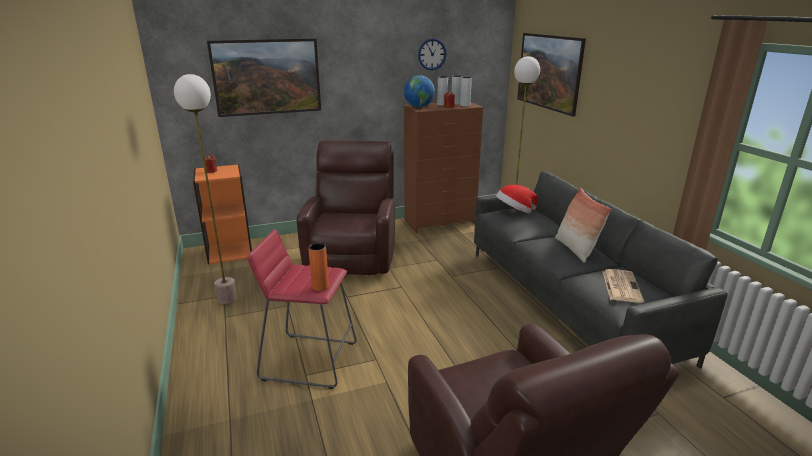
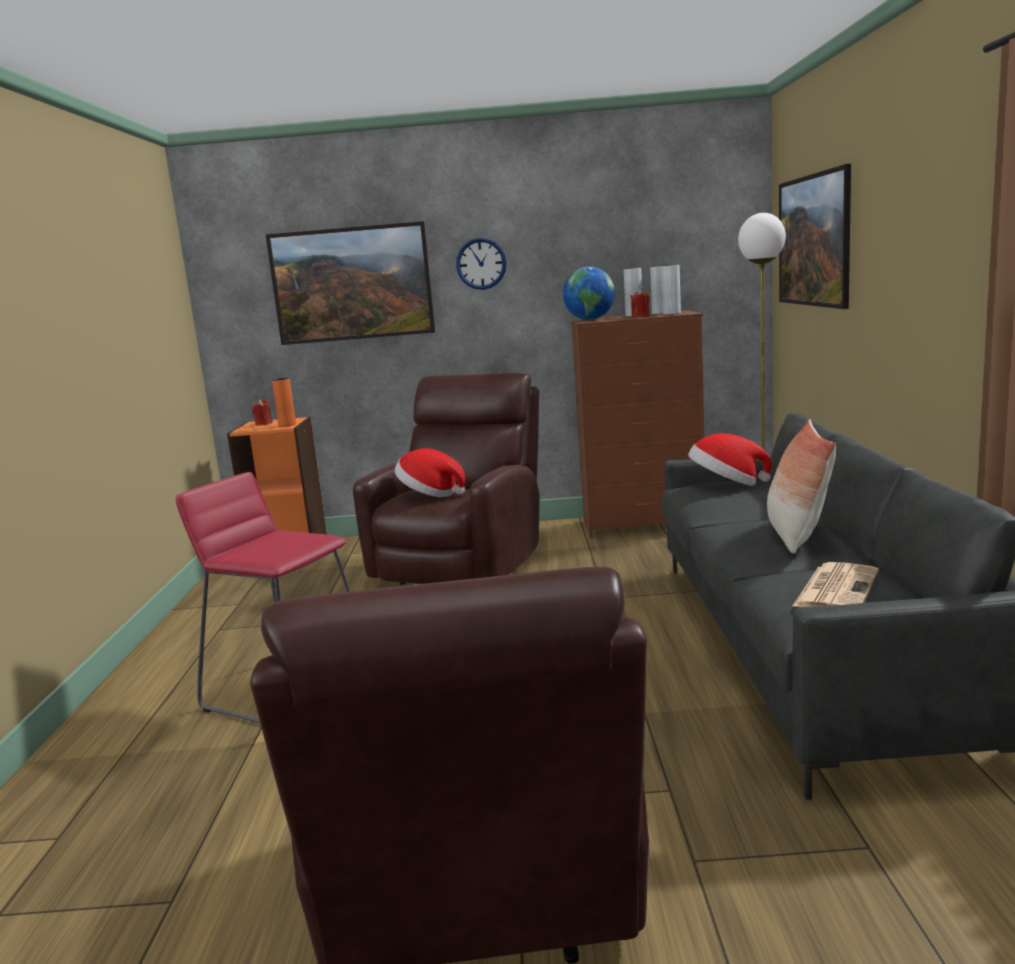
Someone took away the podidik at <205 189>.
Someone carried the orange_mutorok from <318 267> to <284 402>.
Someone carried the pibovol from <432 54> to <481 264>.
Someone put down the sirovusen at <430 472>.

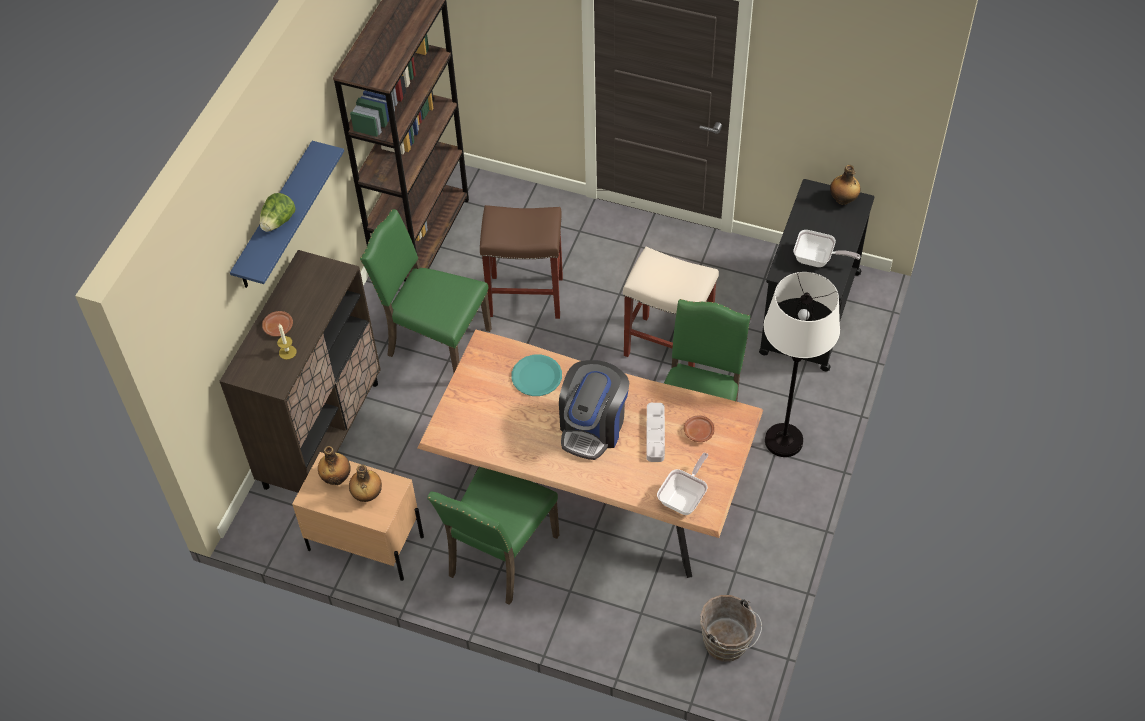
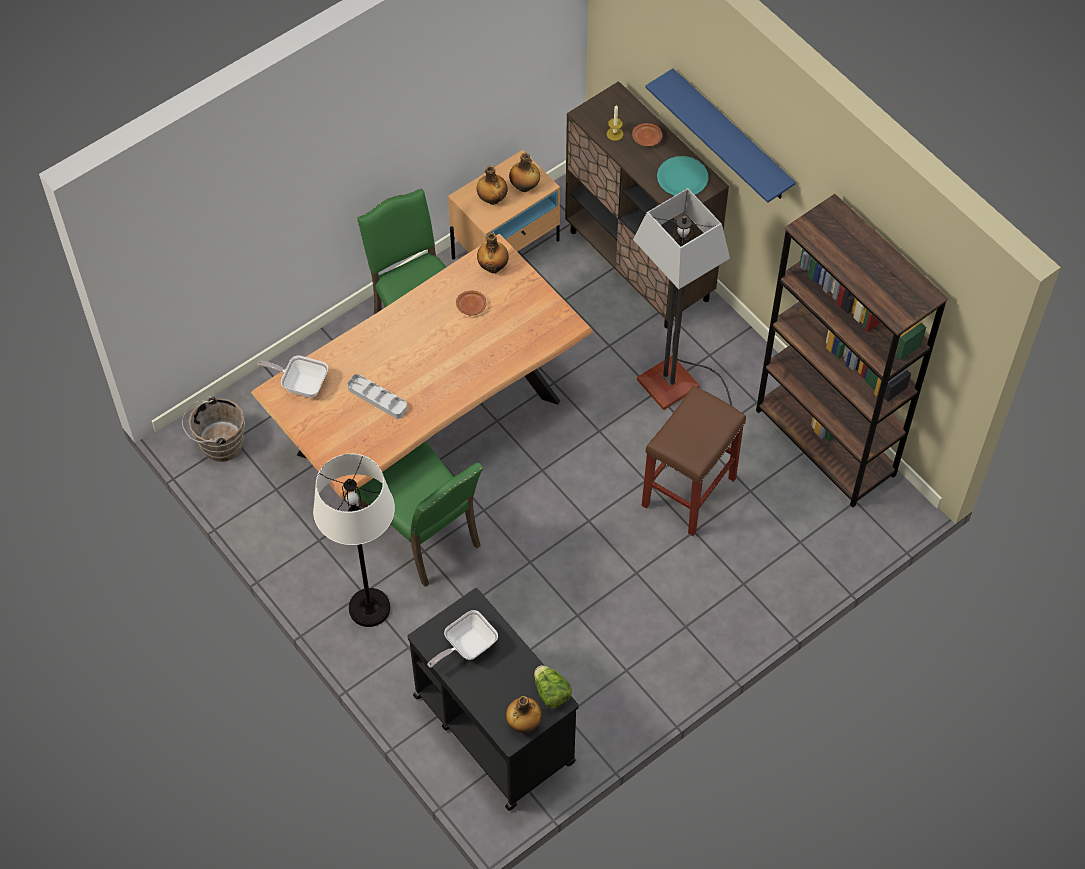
Someone carried the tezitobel from <278 212> to <553 686>.
Someone swapped the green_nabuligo at <426 290> for the podidik at <682 299>.
Someone carried the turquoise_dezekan from <536 375> to <682 176>.
Someone took away the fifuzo at <594 410>.
Someone took away the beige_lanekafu at <671 307>.
Someone rotated the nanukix at <682 484> by 135 degrees clockwise.
Someone carried the brown_dezekan from <699 428> to <471 302>.
Someone put down the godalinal at <493 253>.

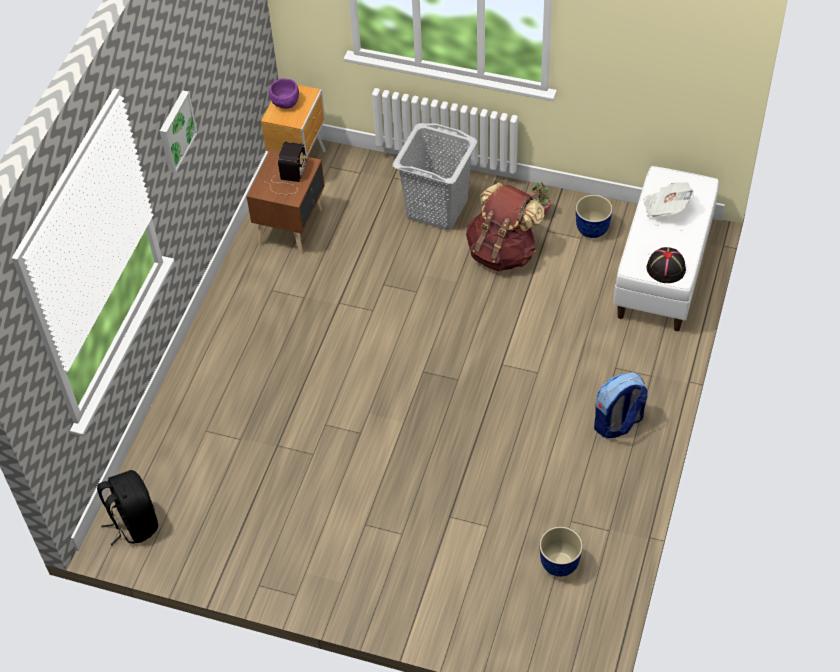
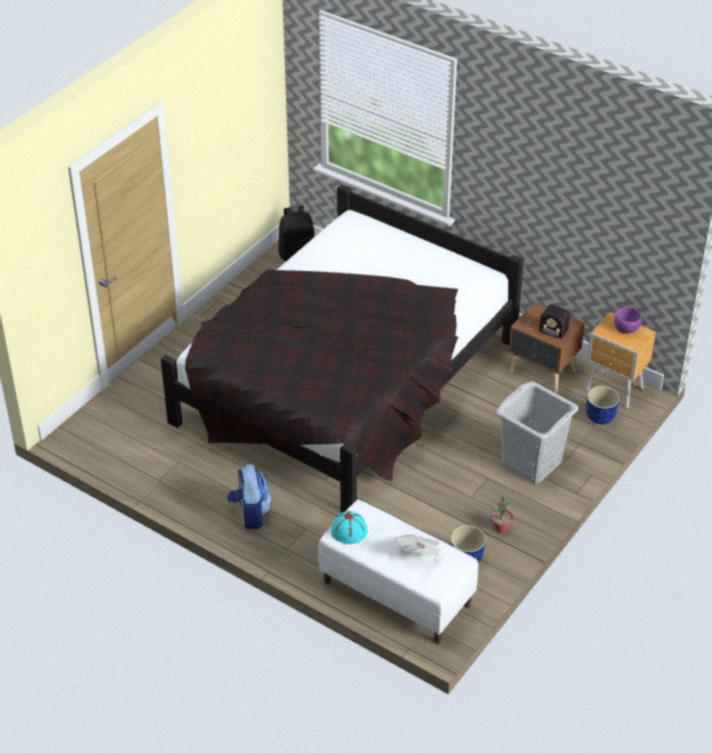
Someone took away the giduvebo at <179 131>.
Someone took away the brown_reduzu at <505 226>.
Someone carried the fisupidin from <561 551> to <603 405>.
Someone repainted the black_sirovusen at <666 265>, which became the turquoise_sirovusen at <349 527>.
Someone put down the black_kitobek at <342 348>.

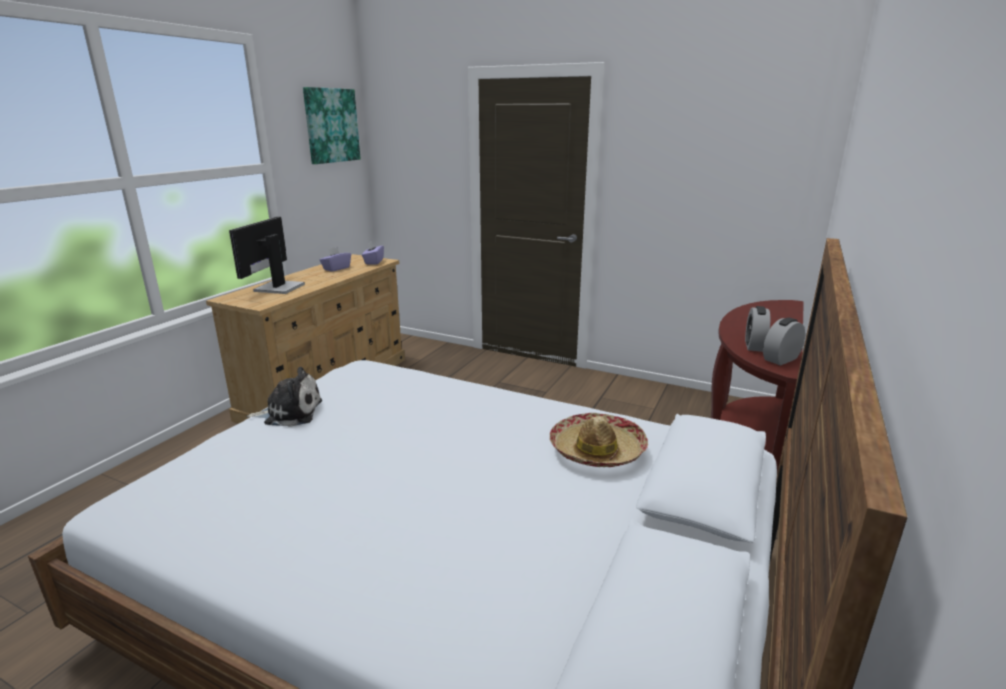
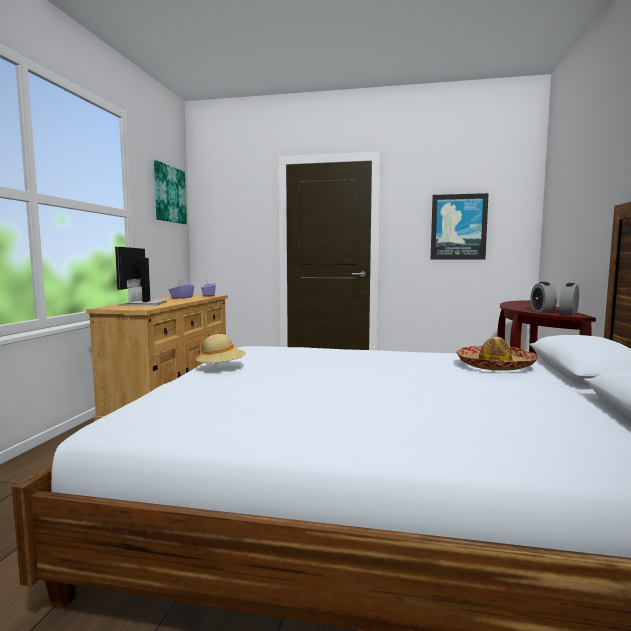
Someone swapped the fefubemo at <284 397> for the beige_sirovusen at <220 350>.
Someone put up the giduvebo at <460 226>.

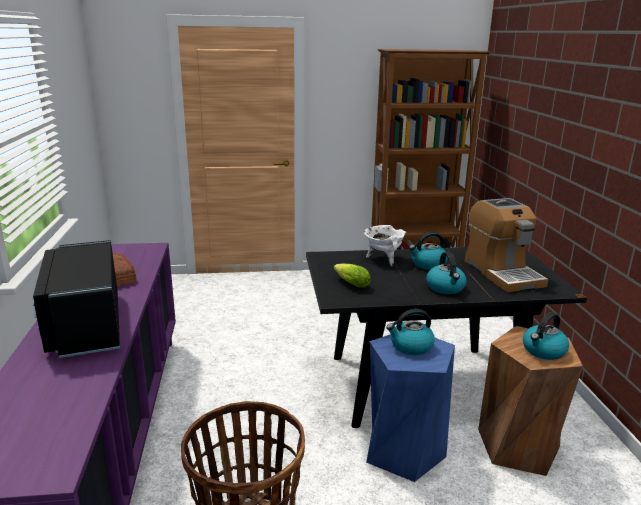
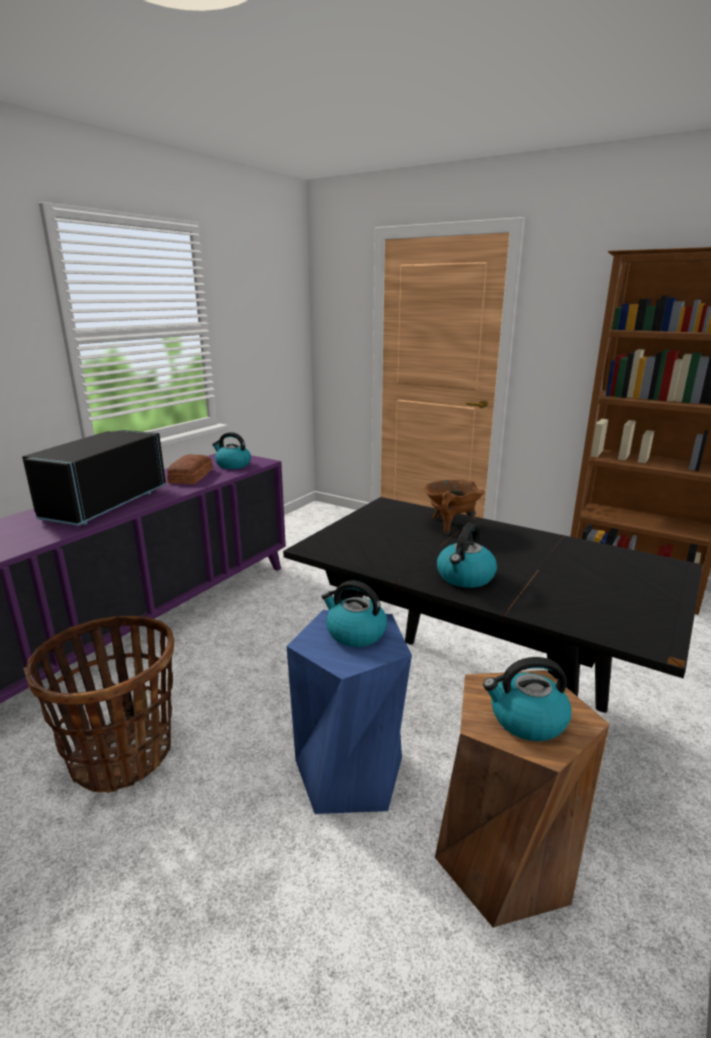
Someone took away the tezitobel at <352 275>.
Someone repainted the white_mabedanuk at <384 245>, which became the brown_mabedanuk at <454 507>.
Someone carried the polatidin from <428 251> to <231 450>.
Someone took away the fifuzo at <506 245>.

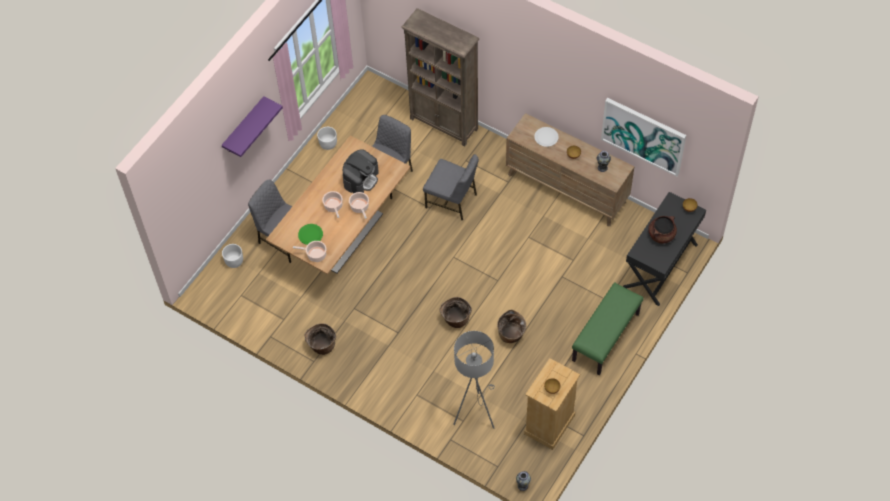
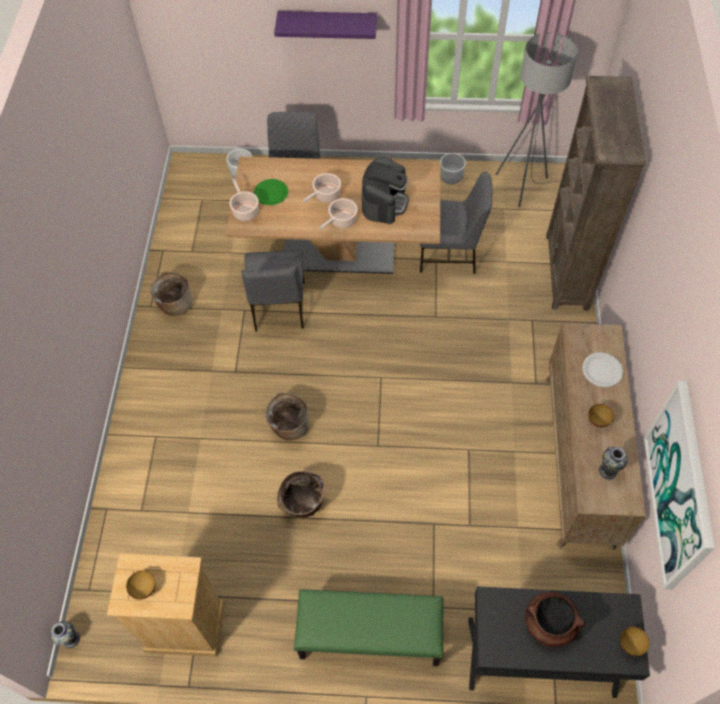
Someone rotated the fifuzo at <361 171> by 75 degrees counterclockwise.
Someone carried the grey_nabuligo from <451 187> to <272 291>.
Someone carried the grey_podidik from <474 380> to <537 119>.

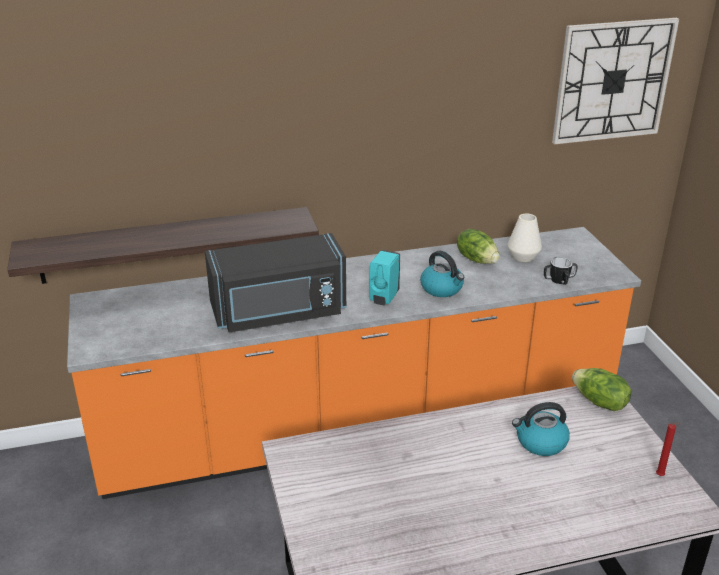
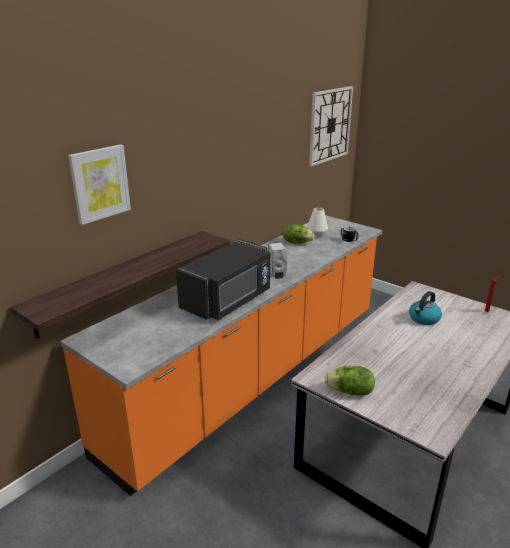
Someone repainted the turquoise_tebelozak at <384 278>, which became the white_tebelozak at <277 260>.
Someone took away the polatidin at <442 274>.
Someone carried the tezitobel from <601 389> to <349 381>.
Someone put up the giduvebo at <99 184>.

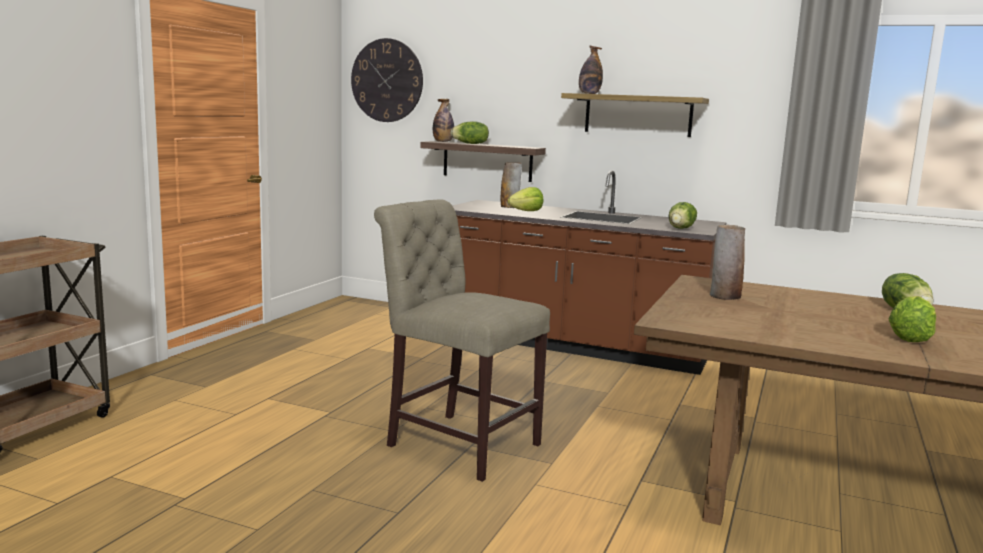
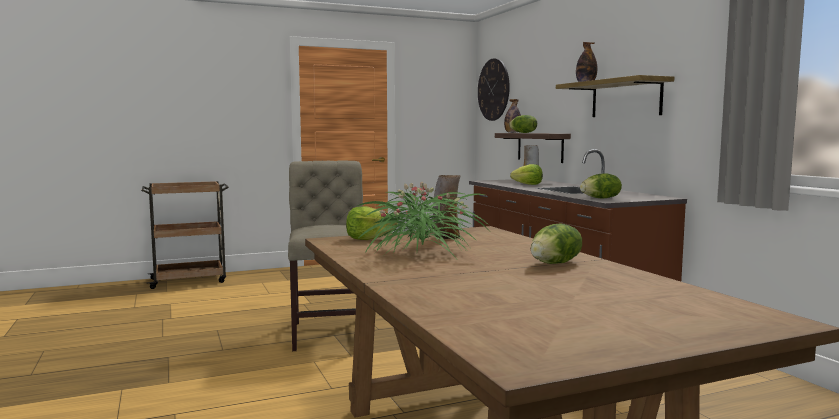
Someone carried the tezitobel from <912 319> to <372 223>.
Someone put down the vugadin at <423 220>.

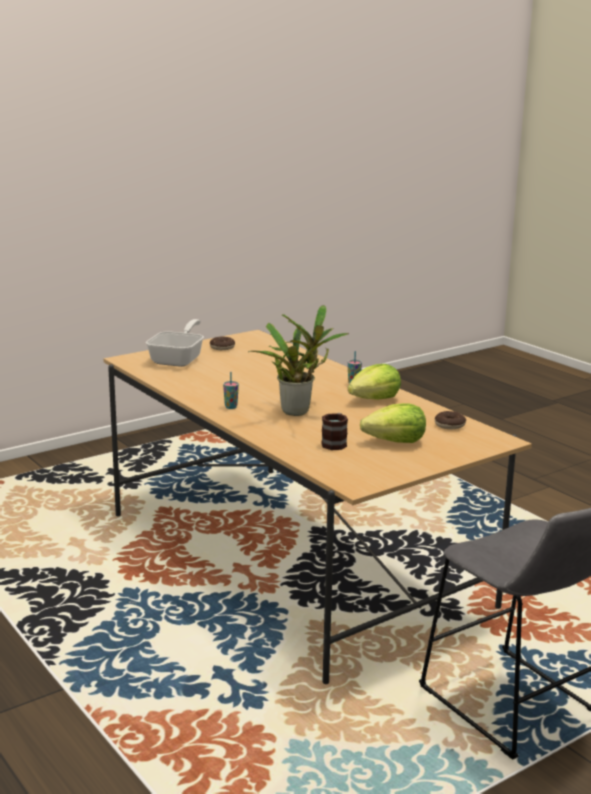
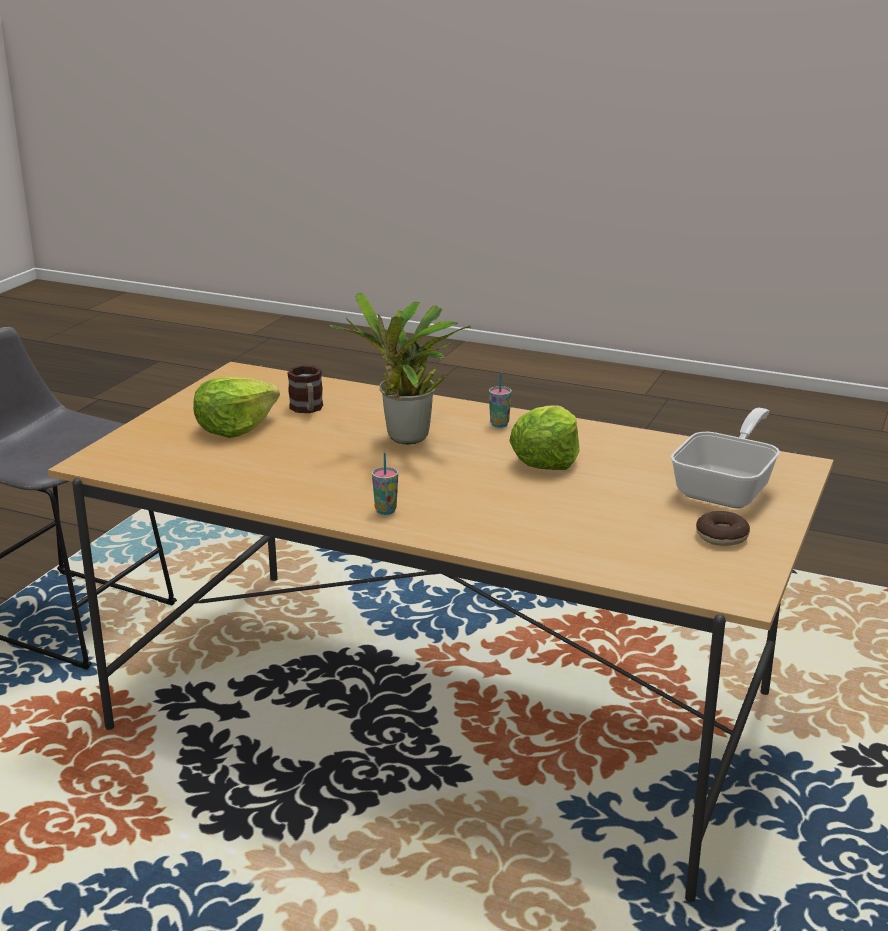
Someone rotated the nanukix at <175 343> by 135 degrees counterclockwise.
Someone carried the tezitobel from <374 382> to <544 437>.
Someone took away the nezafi at <450 420>.

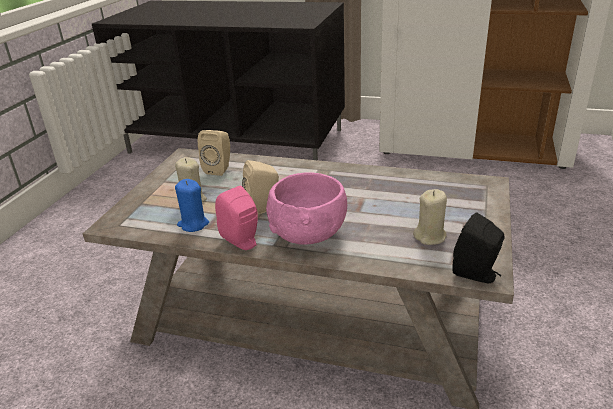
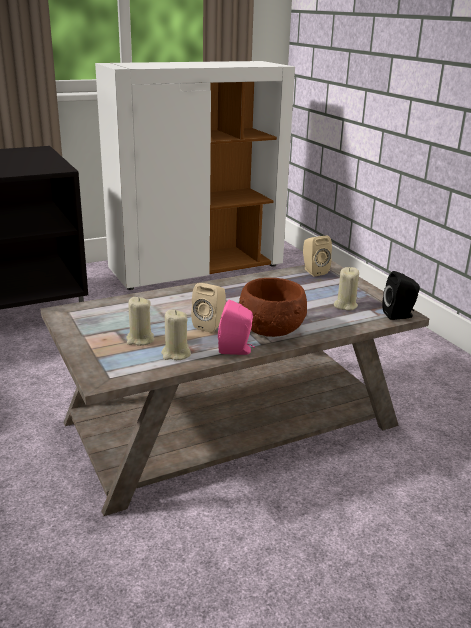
Someone repainted the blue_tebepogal at <192 205>, which became the beige_tebepogal at <176 335>.
Someone carried the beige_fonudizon from <214 153> to <317 256>.
Someone repainted the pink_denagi at <306 209>, which became the brown_denagi at <273 307>.

